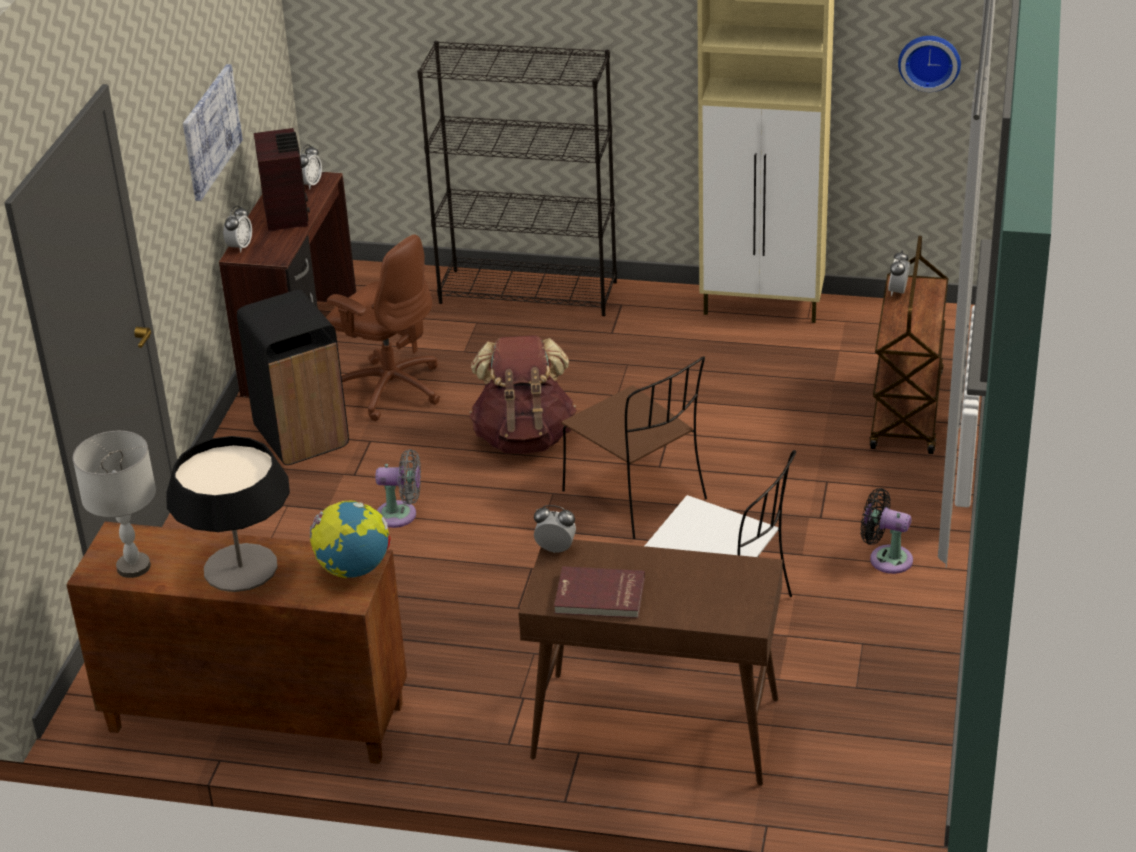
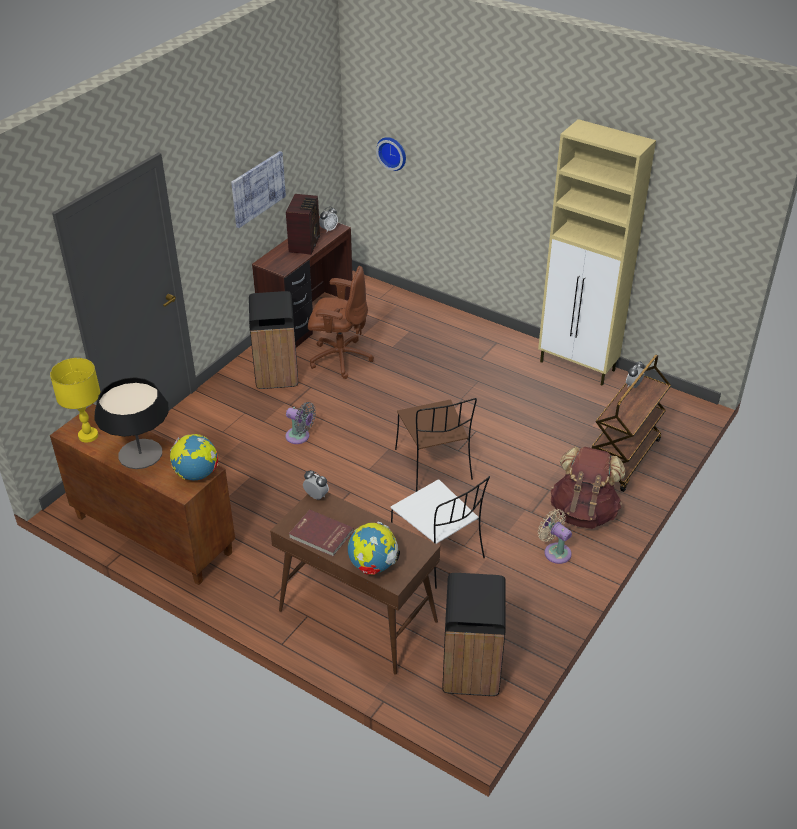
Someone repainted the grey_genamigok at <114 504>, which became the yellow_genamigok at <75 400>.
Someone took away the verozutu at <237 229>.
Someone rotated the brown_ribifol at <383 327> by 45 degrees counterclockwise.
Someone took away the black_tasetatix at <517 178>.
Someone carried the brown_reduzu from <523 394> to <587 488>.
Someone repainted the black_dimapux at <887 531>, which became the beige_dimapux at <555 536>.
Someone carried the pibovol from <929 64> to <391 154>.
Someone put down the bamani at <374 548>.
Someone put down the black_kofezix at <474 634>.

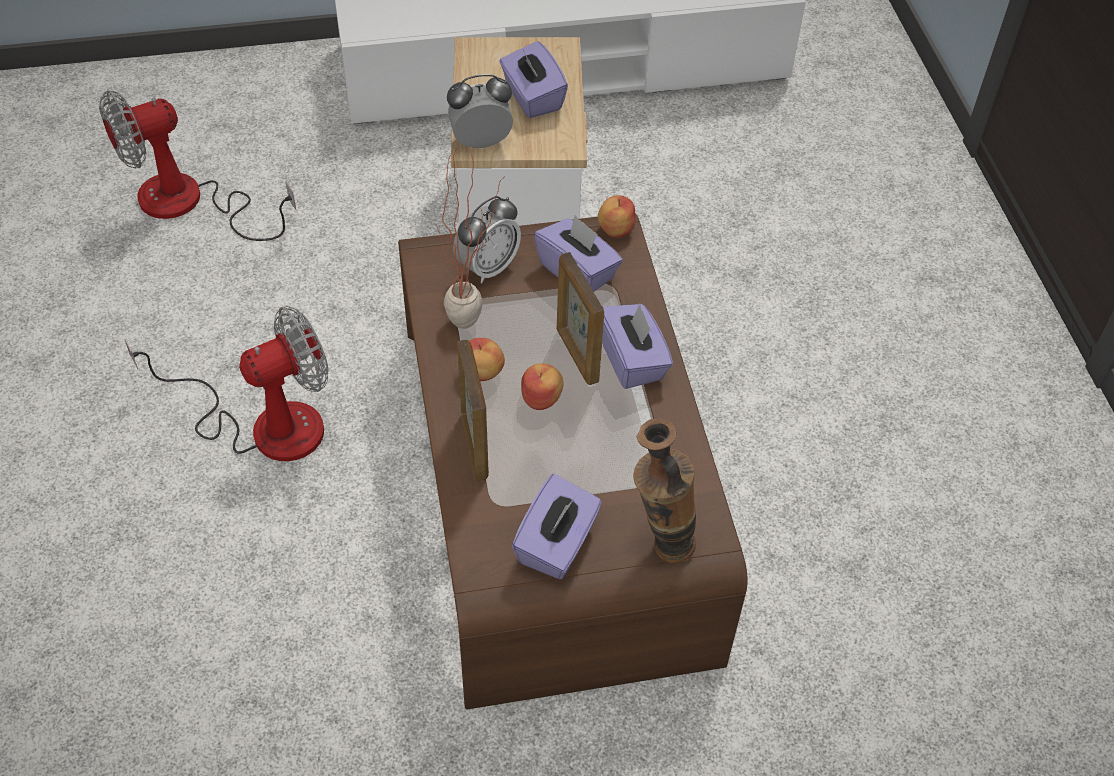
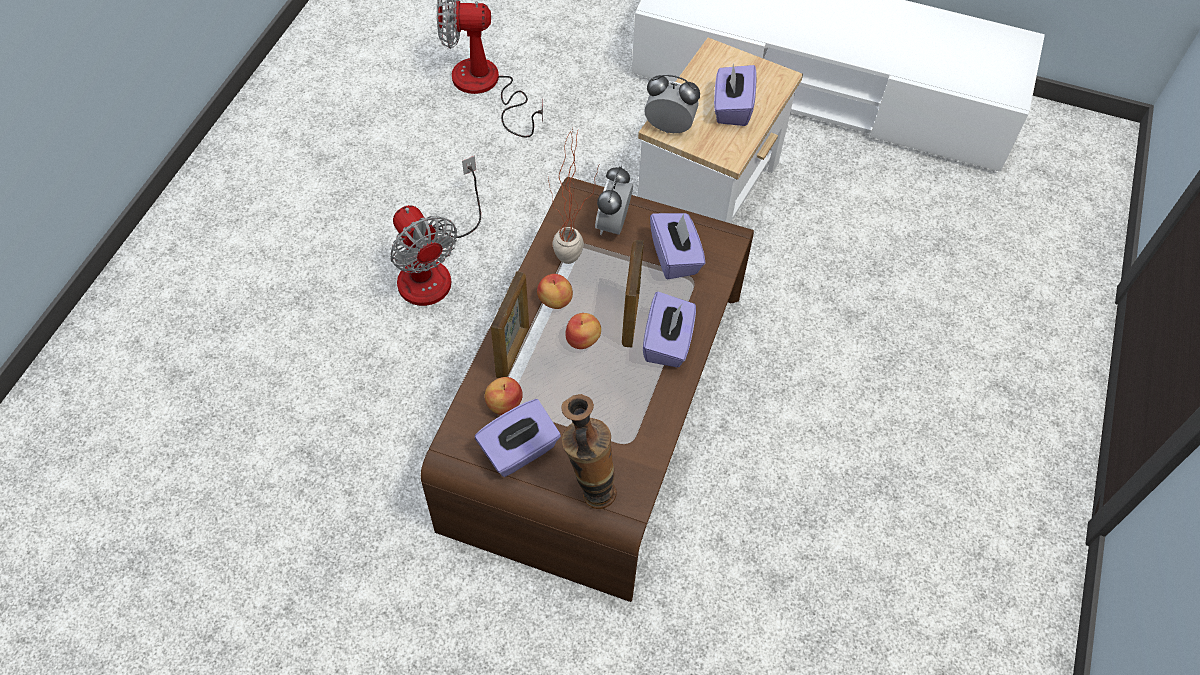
Someone rotated the dimapux at <226 383> by 60 degrees clockwise.
Someone rotated the verozutu at <487 239> by 120 degrees clockwise.
Someone carried the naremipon from <617 216> to <504 396>.

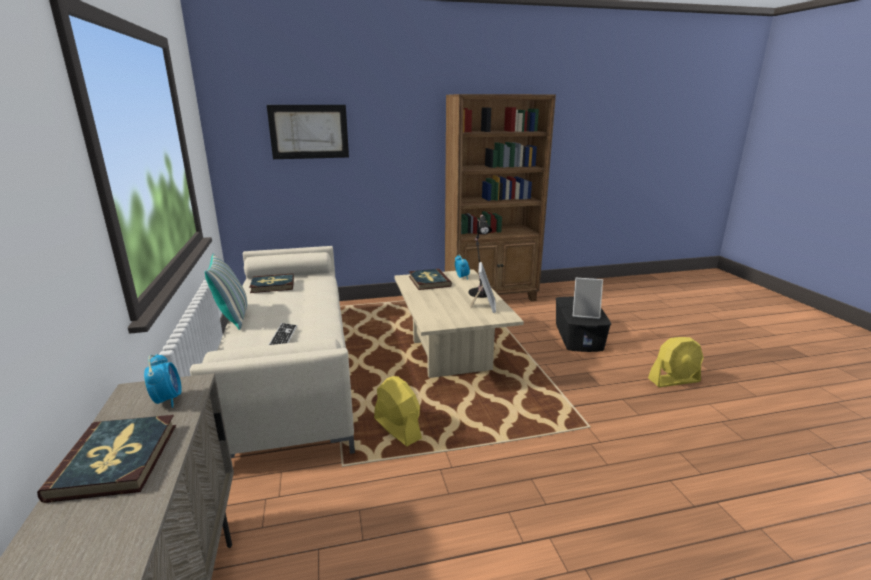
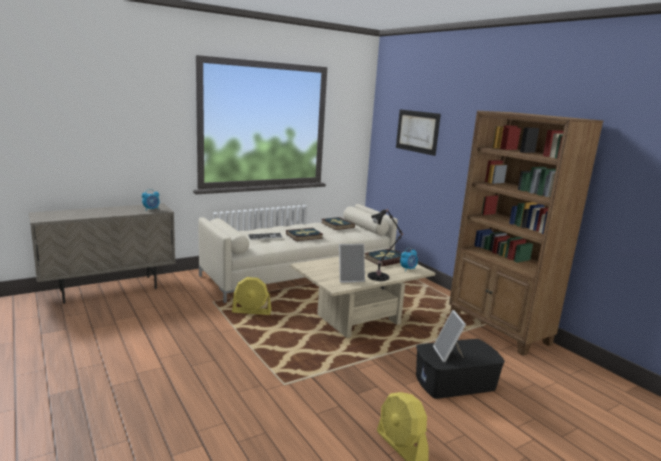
Someone carried the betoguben from <106 459> to <305 234>.
Someone took away the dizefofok at <226 291>.
Someone rotated the yellow_dimapux at <398 411> by 60 degrees clockwise.

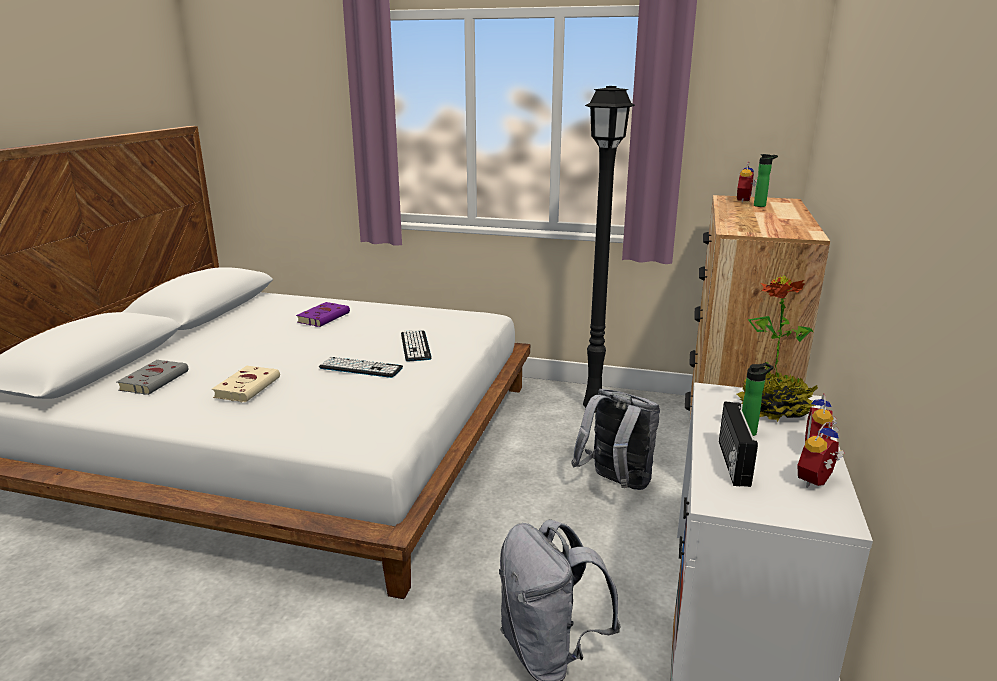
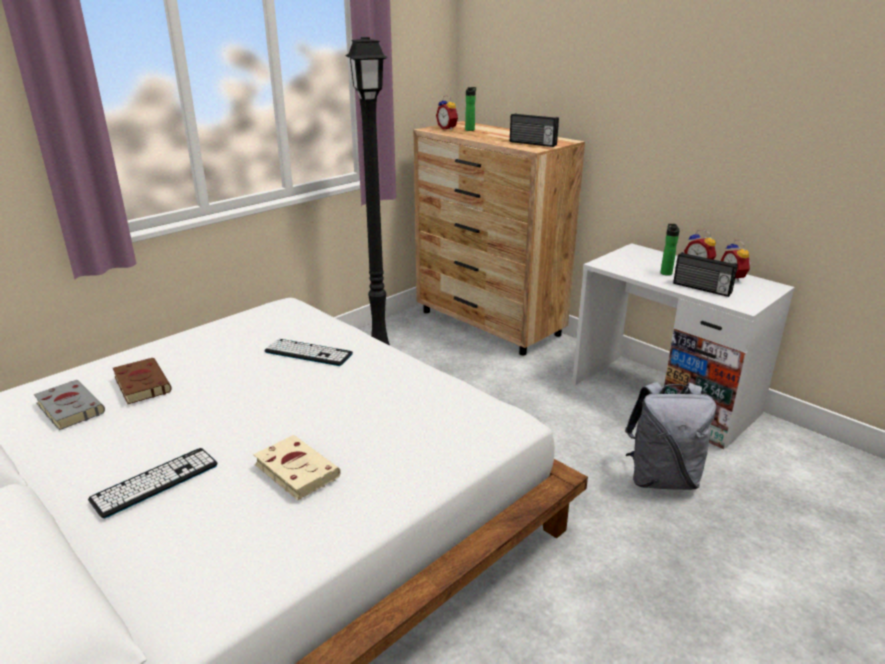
Someone carried the grey_betoguben from <152 377> to <69 405>.
Someone repainted the purple_betoguben at <323 314>, which became the brown_betoguben at <142 381>.
Someone carried the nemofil from <361 367> to <152 483>.
Someone took away the grey_reduzu at <615 439>.
Someone took away the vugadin at <777 348>.
Someone put down the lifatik at <534 130>.

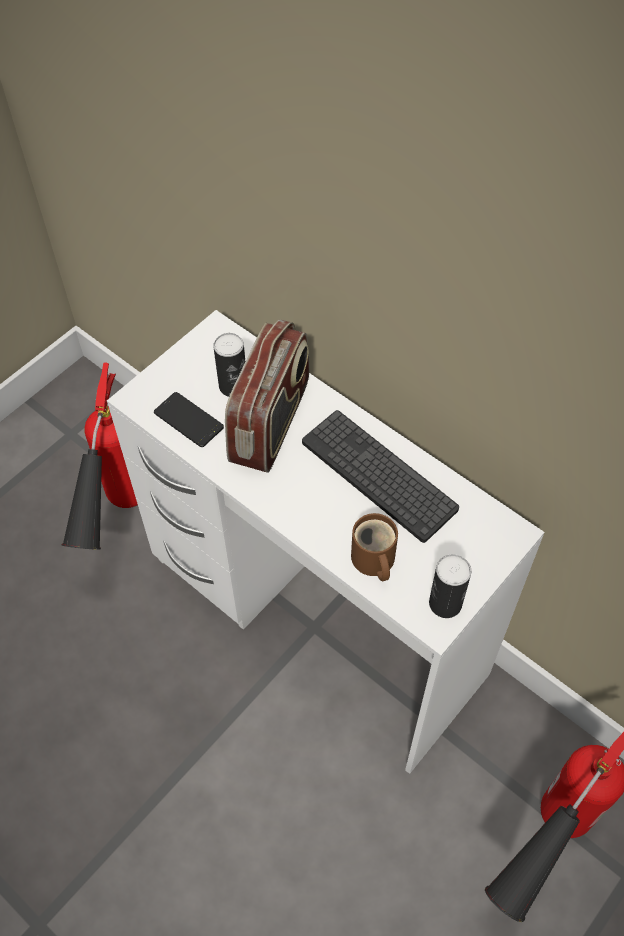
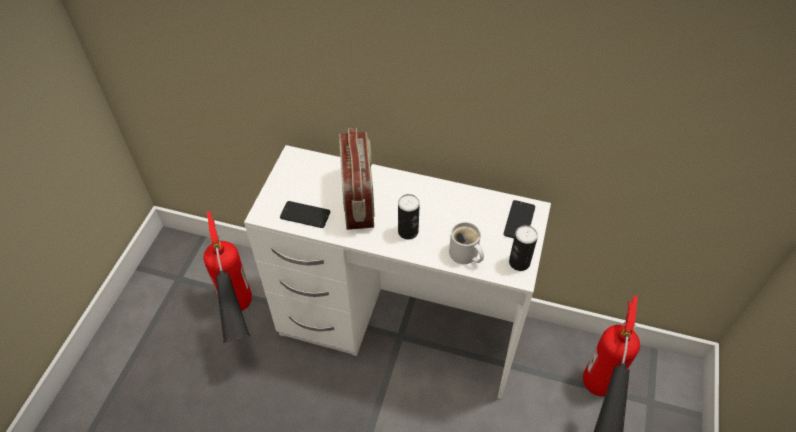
Someone carried the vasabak from <229 365> to <409 217>.
Someone took away the nemofil at <380 476>.
Someone repainted the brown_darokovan at <374 547>, which became the white_darokovan at <466 243>.
Someone put down the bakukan at <519 219>.

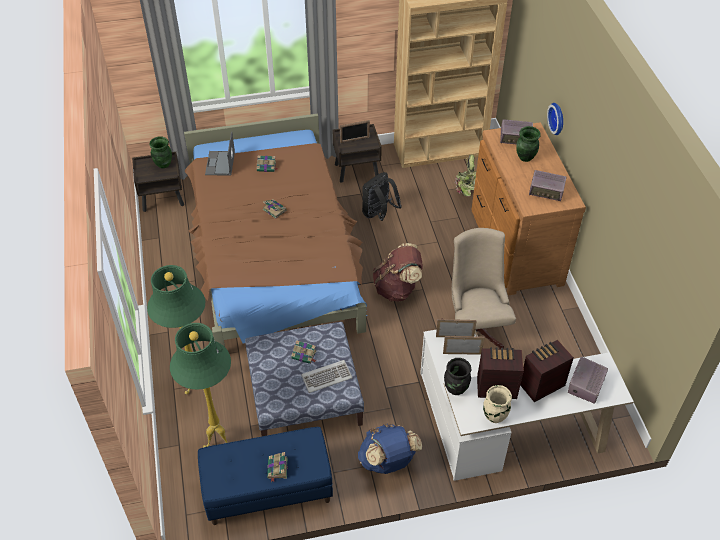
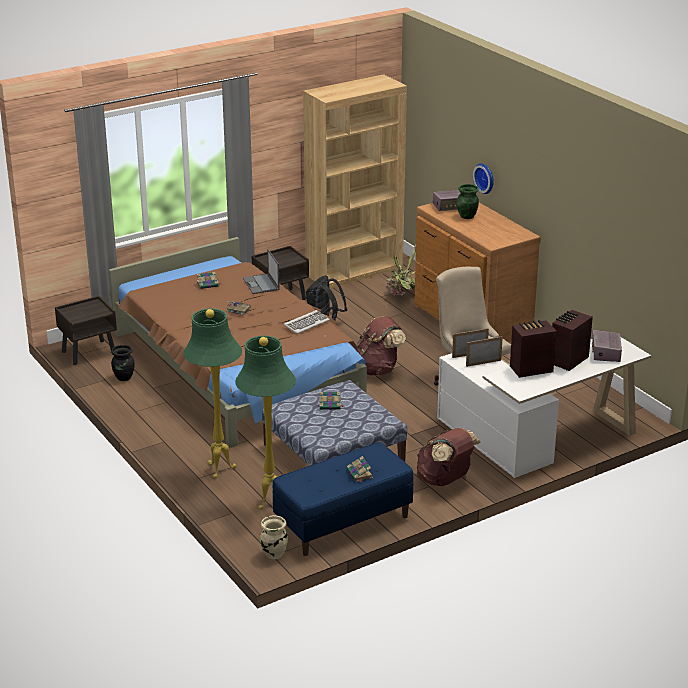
Someone took away the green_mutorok at <160 152>.
Someone carried the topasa from <220 153> to <261 271>.
Someone carried the nemofil from <327 376> to <307 322>.
Someone took away the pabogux at <355 131>.
Someone repainted the blue_reduzu at <390 448>, which became the brown_reduzu at <449 457>.
Someone carried the black_mutorok from <458 376> to <122 363>.
Someone carried the beige_mutorok from <497 404> to <274 537>.
Someone took away the lifatik at <547 186>.

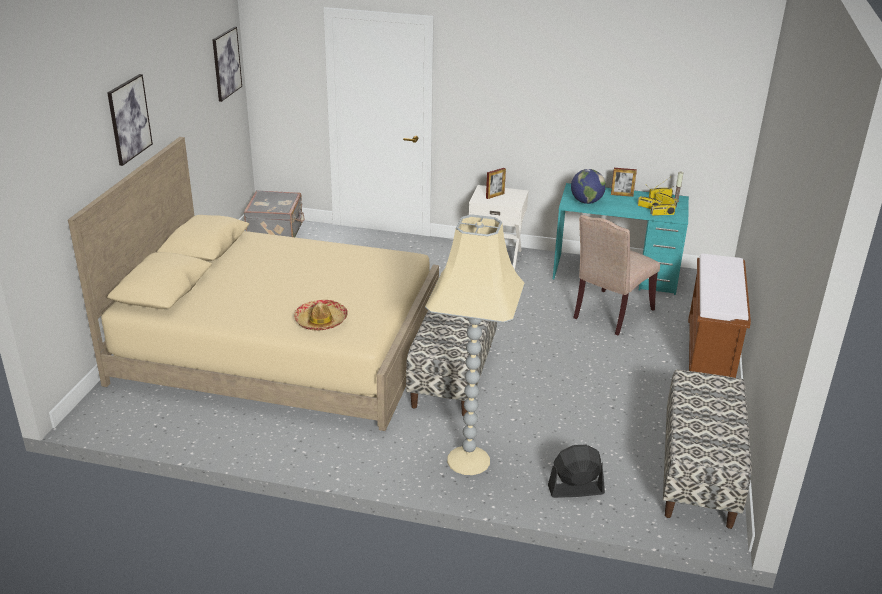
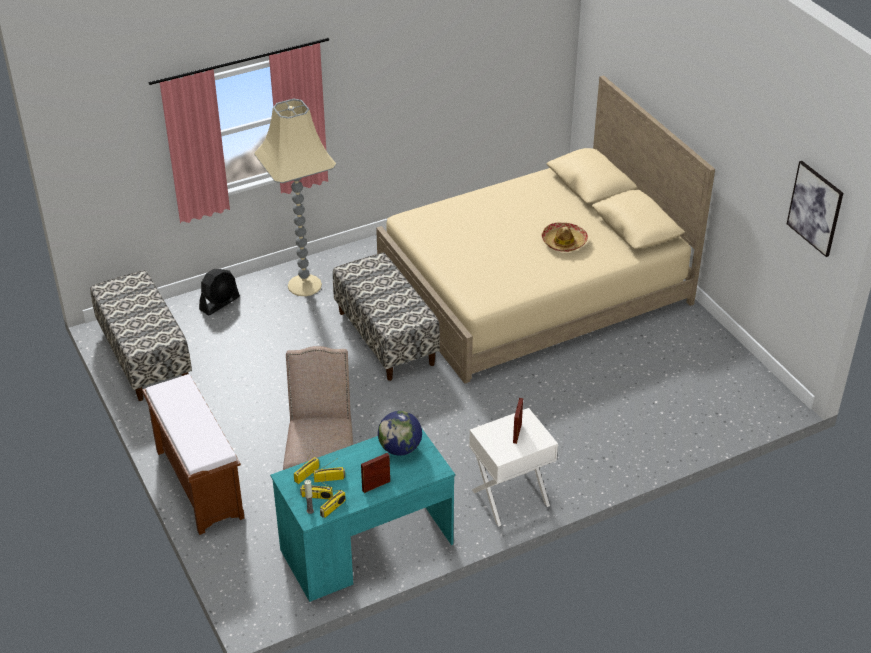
Someone took away the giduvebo at <130 120>.
Someone took away the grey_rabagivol at <274 213>.
Someone carried the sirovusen from <321 315> to <565 237>.

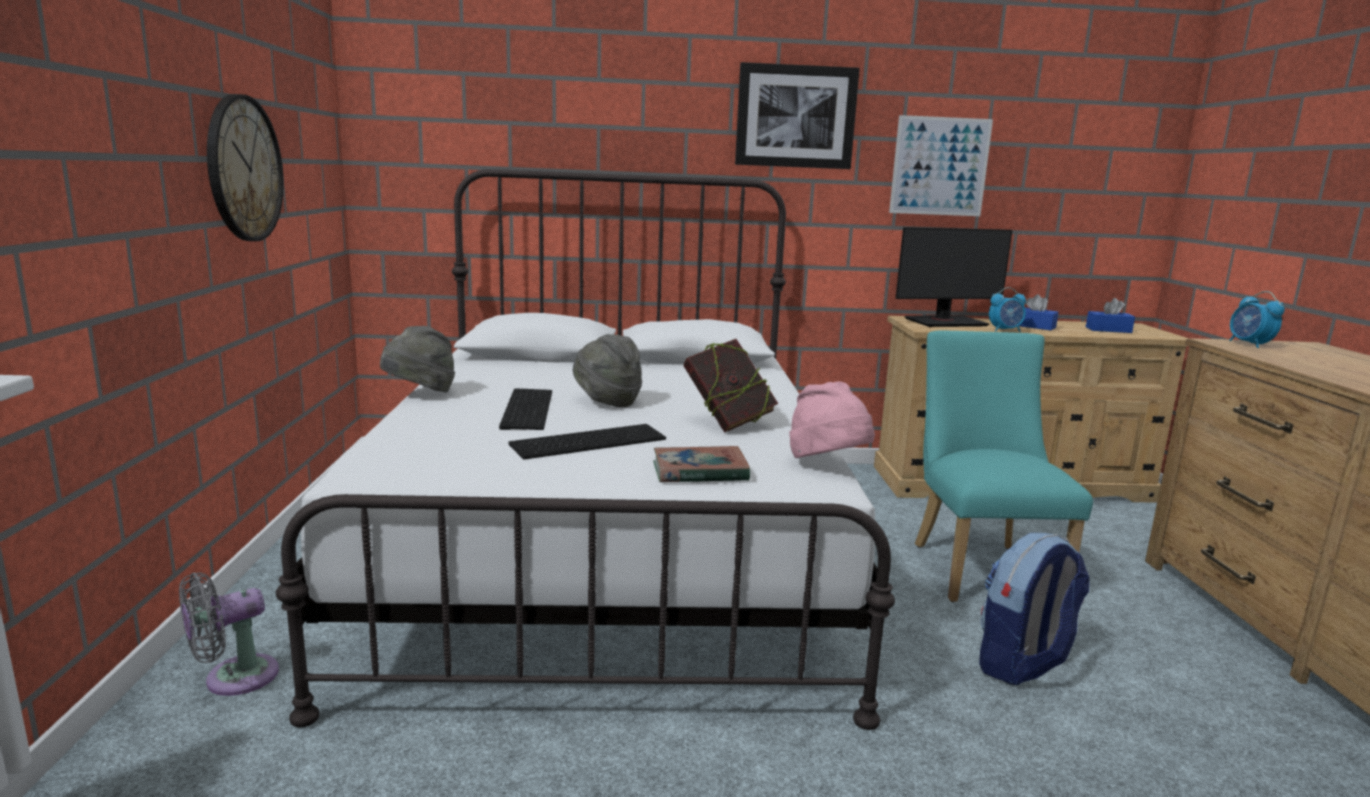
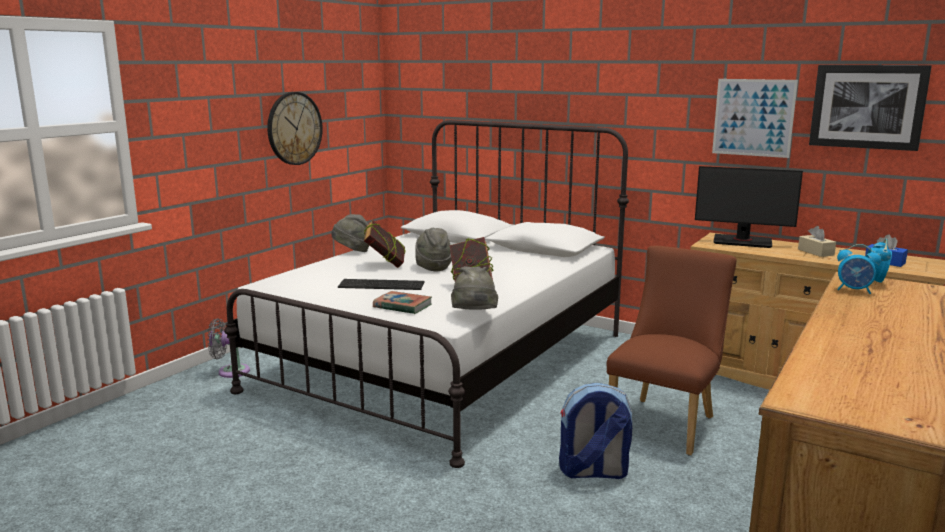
Someone swapped the nemofil at <525 409> for the betoguben at <385 244>.
Someone carried the giduvebo from <797 115> to <870 108>.
Someone repainted the pink_sirovusen at <832 419>, which became the grey_sirovusen at <474 288>.
Someone repainted the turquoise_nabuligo at <1004 466>, which became the brown_nabuligo at <672 351>.
Someone carried the verozutu from <1007 309> to <859 269>.
Someone repainted the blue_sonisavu at <1038 312>, which became the beige_sonisavu at <817 241>.

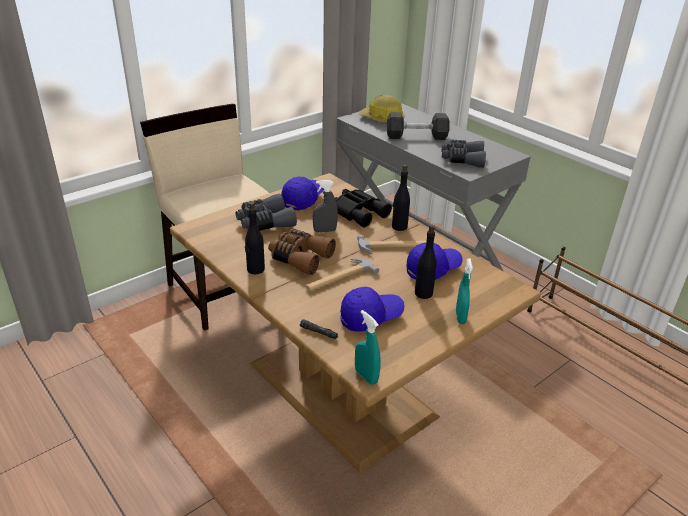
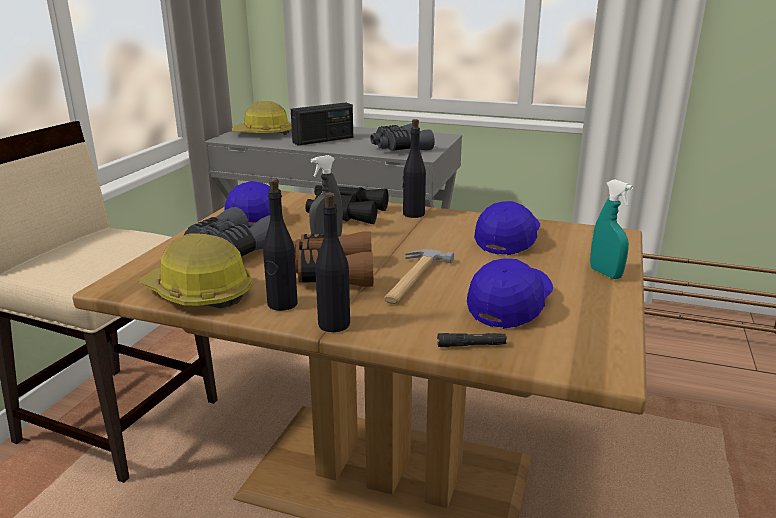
Someone took away the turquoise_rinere at <368 347>.
Someone took away the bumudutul at <391 244>.
Someone swapped the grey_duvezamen at <418 126> for the lifatik at <322 124>.
Someone carried the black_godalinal from <426 262> to <332 262>.
Someone put down the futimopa at <196 270>.

